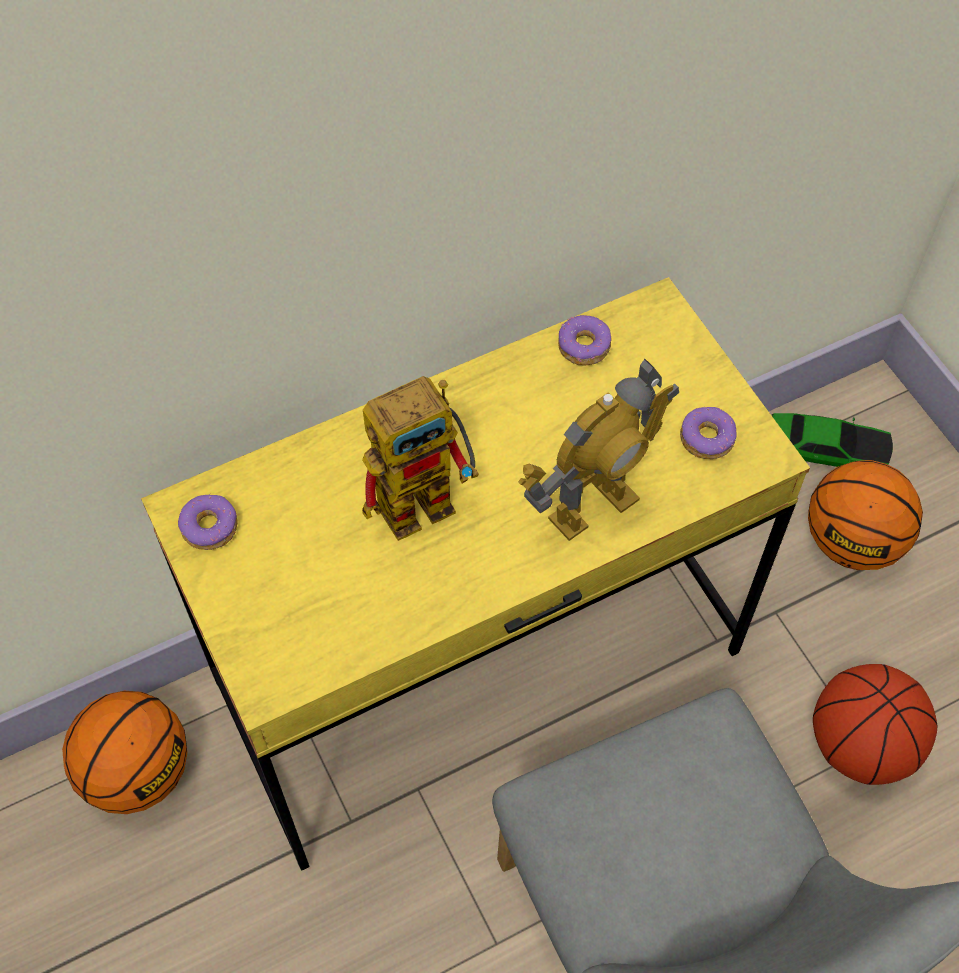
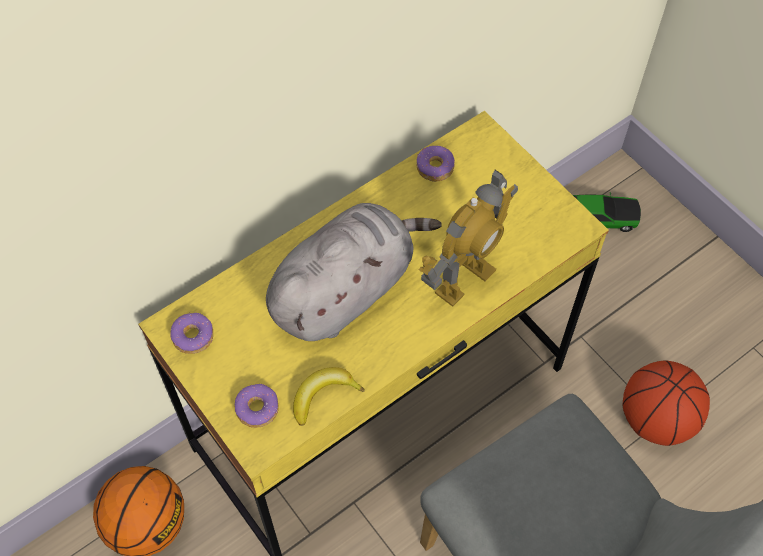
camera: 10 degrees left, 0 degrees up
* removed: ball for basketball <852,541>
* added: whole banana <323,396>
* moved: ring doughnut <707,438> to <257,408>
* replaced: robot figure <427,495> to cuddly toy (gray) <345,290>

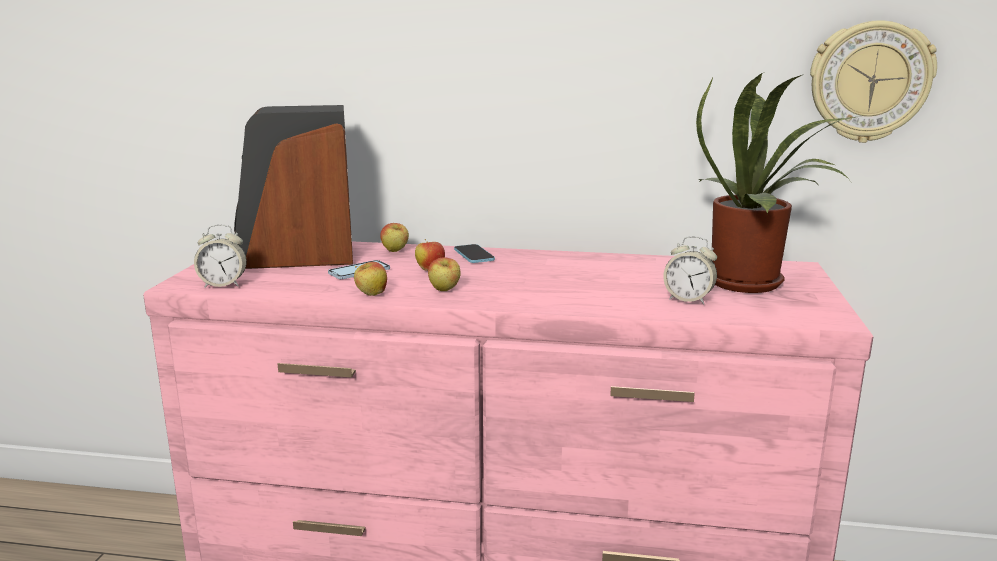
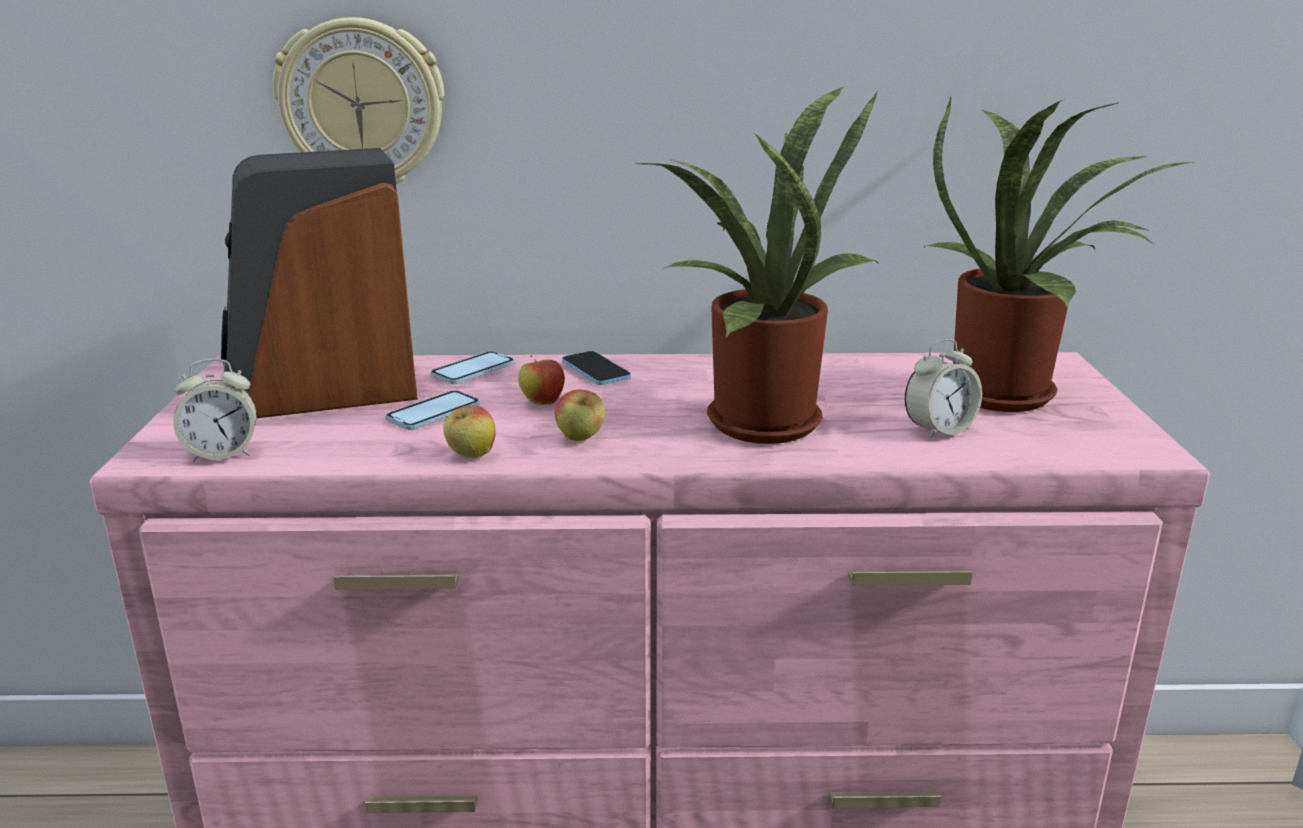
camera: 10 degrees left, 5 degrees up
* added: plant in a pot <755,419>
* moved: clock on the wall <869,82> to <362,106>
* replaced: apple fruit <395,251> to phone <473,370>
* turned: alarm clock <688,299> = <939,430> 45 degrees counterclockwise

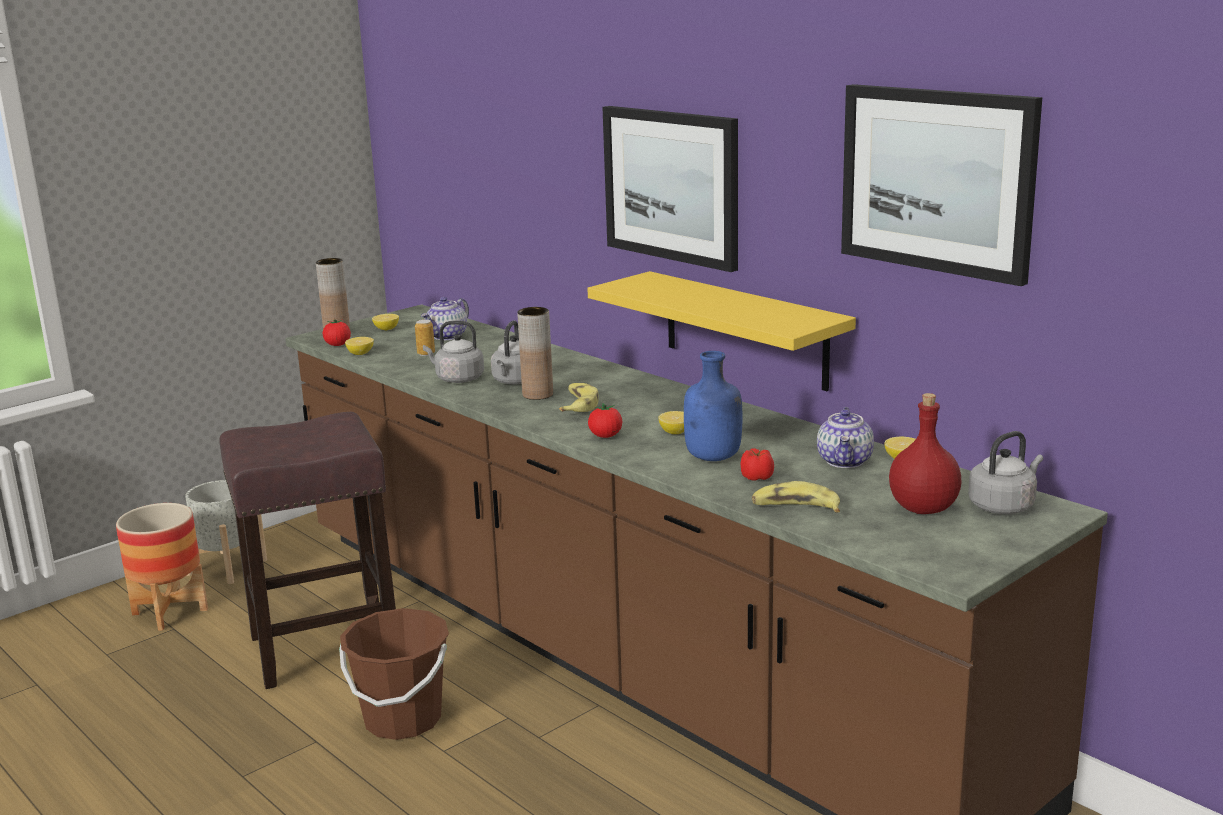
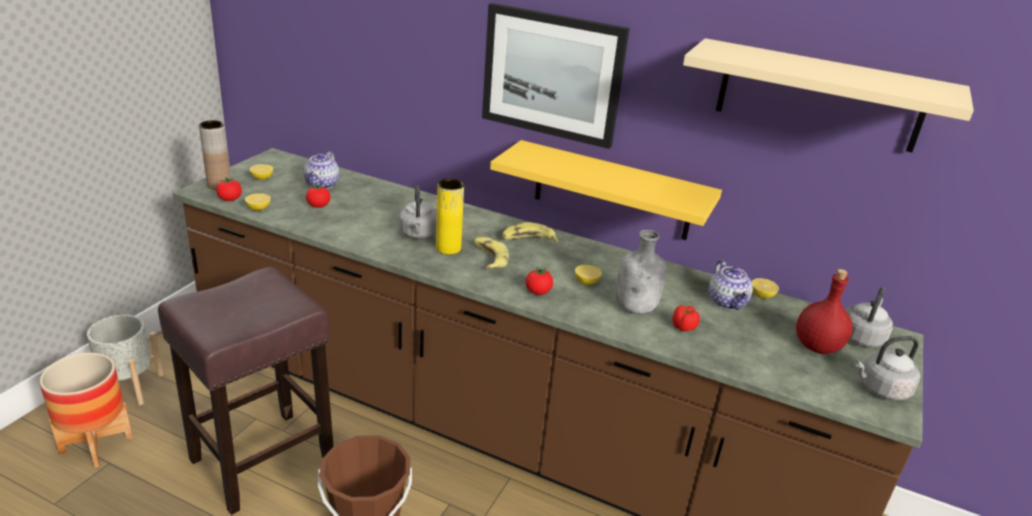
camera: 25 degrees left, 10 degrees up
* moved: water kettle (gray) <457,379> to <881,389>
* moved: whole banana <795,508> to <528,240>
* replaced: sealed can <426,354> to whole tomato <318,206>
* replaced: wall picture <937,180> to wall shelf (beige-coloured) <819,96>
* recoloured: decorative vase (brown-coloured) <537,395> to decorative vase (yellow-coloured) <448,248>
* recoloured: beverage bottle (blue) <714,458> to beverage bottle (gray) <636,308>

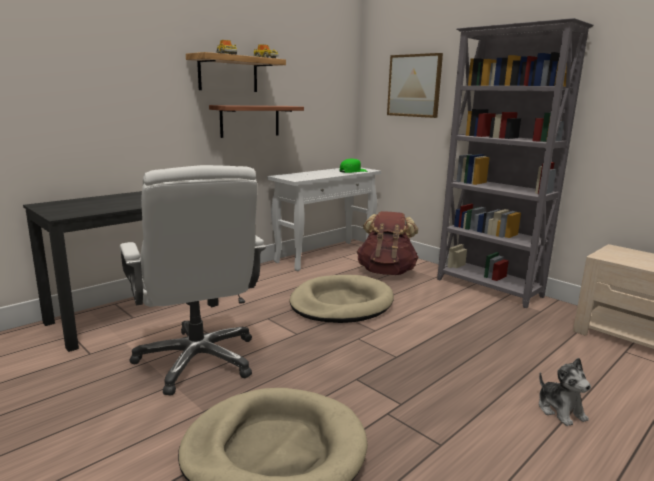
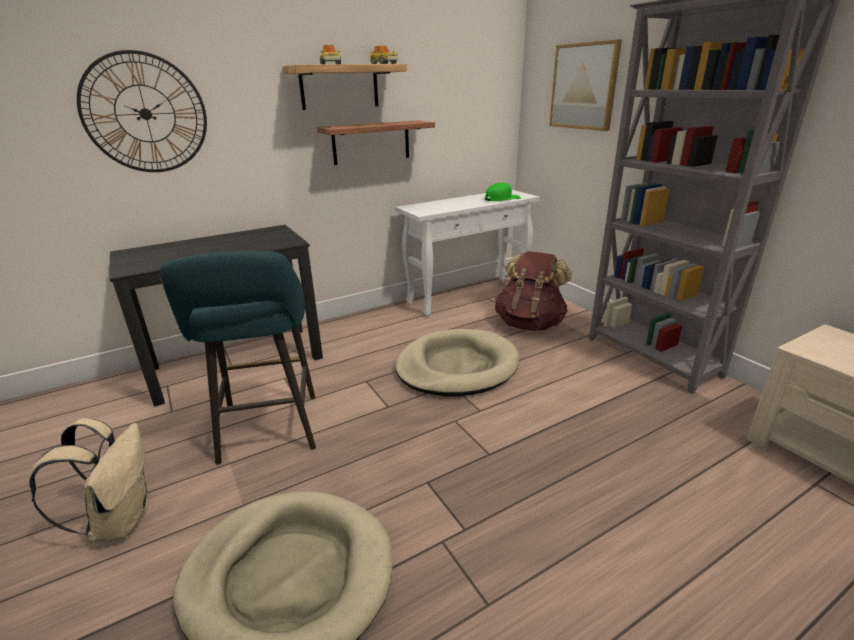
camera: 15 degrees right, 10 degrees up
* removed: cuddly toy <560,410>
* added: backpack (beige-coloured) <120,521>
* added: clock on the wall <145,114>
* replaced: office chair (whitish) <198,360> to sitting stool (turquoise-coloured) <269,432>

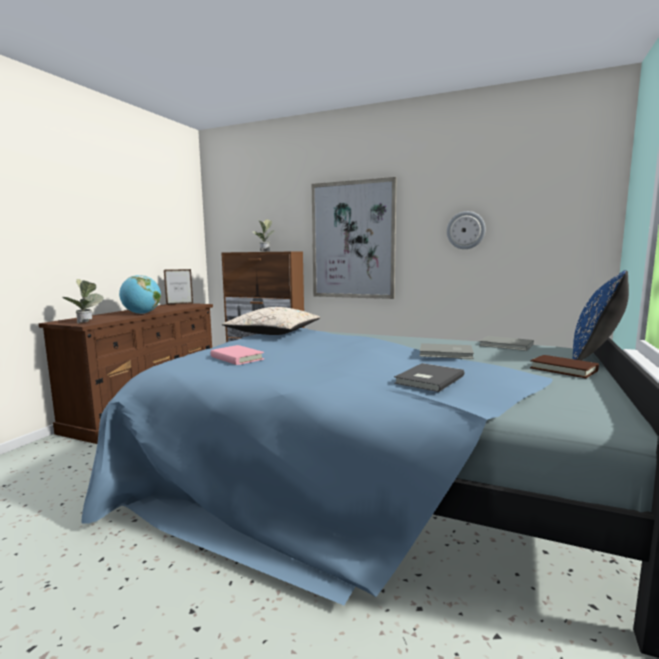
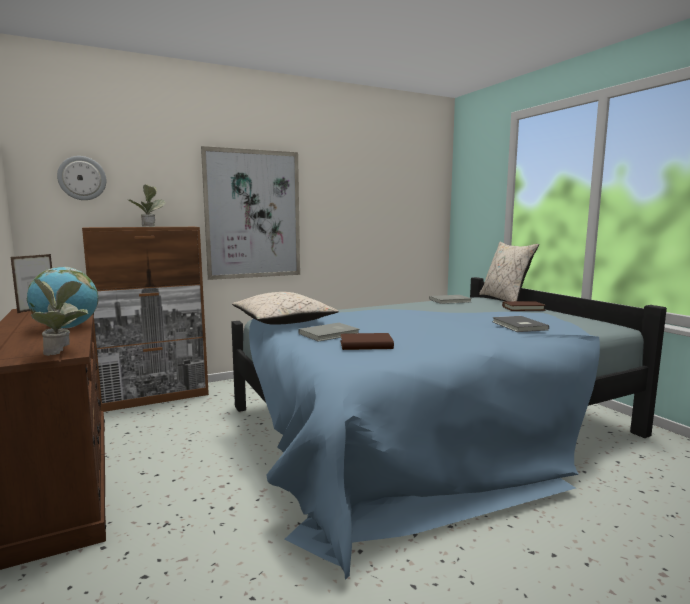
camera: 50 degrees left, 0 degrees up
* moved: volume (gray) <446,353> to <330,334>
* moved: clock on the wall <465,230> to <82,178>
* recoloured: volume (pink-coloured) <237,358> to volume (brown-coloured) <366,345>
* recoloured: cushion (blue) <597,357> to cushion (beige-coloured) <505,299>

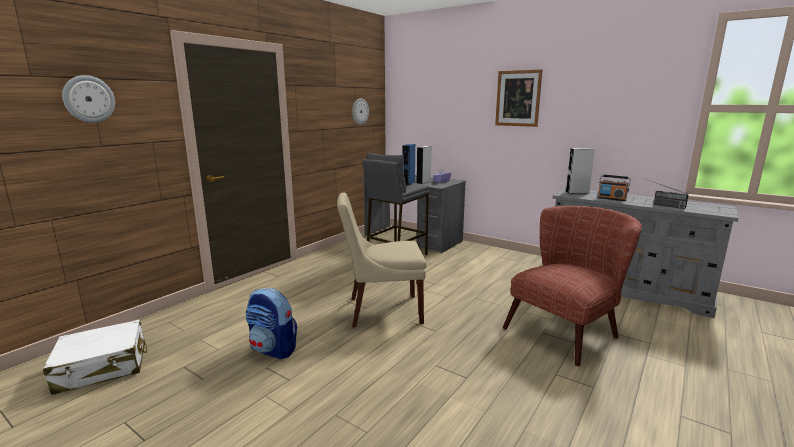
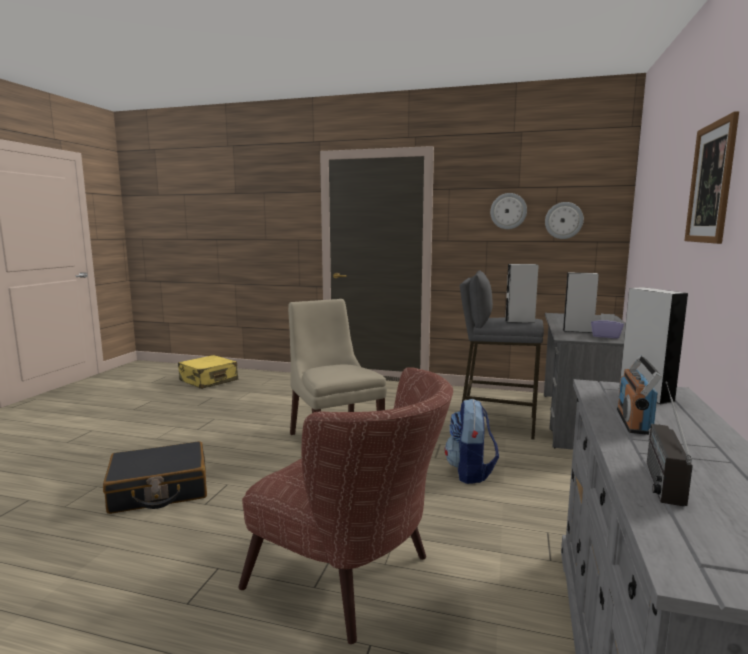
camera: 70 degrees right, 5 degrees down
* added: piece of luggage (black) <159,490>
* moved: clock on the wall <89,99> to <508,211>
* moved: backpack <273,349> to <470,472>
* recoloured: piece of luggage (whitish) <102,367> to piece of luggage (yellow-coloured) <208,381>
* recoloured: loudspeaker (blue) <408,183> to loudspeaker (gray) <519,321>

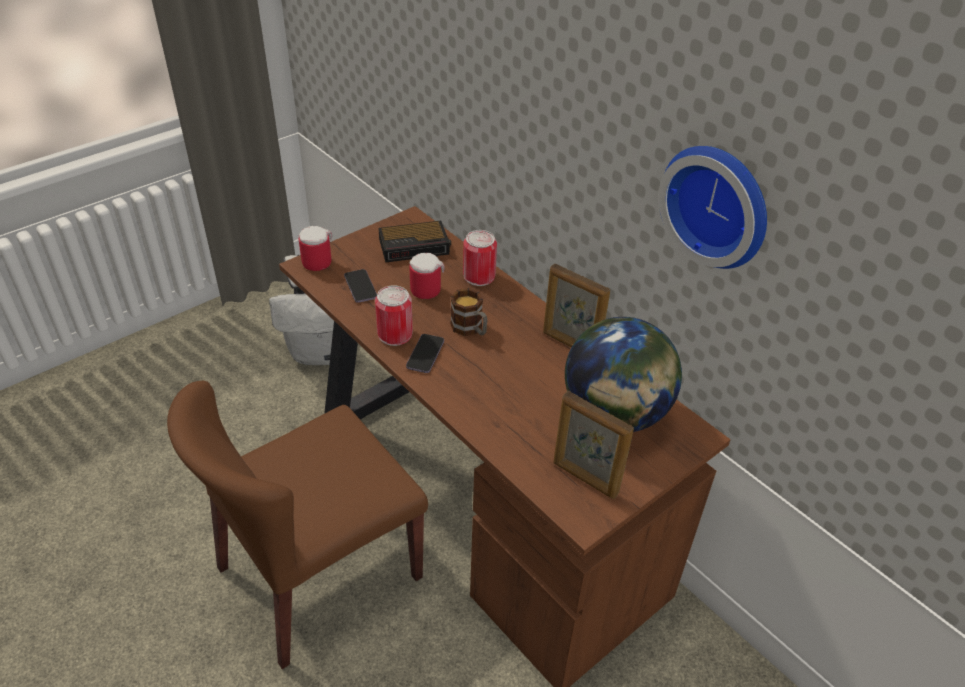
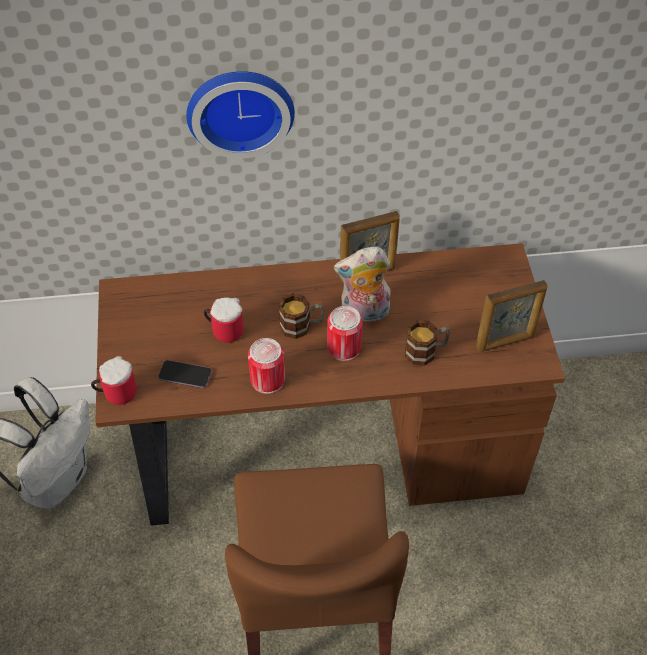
camera: 55 degrees left, 10 degrees up
* removed: alarm clock <415,246>
* removed: phone <425,354>
* removed: world globe <615,414>
* added: cuddly toy <364,313>
* added: mug <426,351>
* moved: sealed can <479,276> to <344,347>
* moved: clock on the wall <718,204> to <240,108>

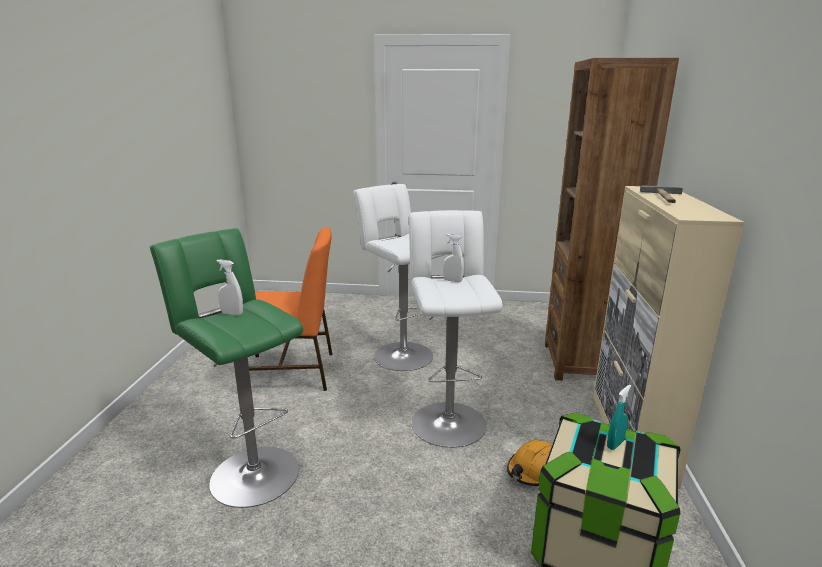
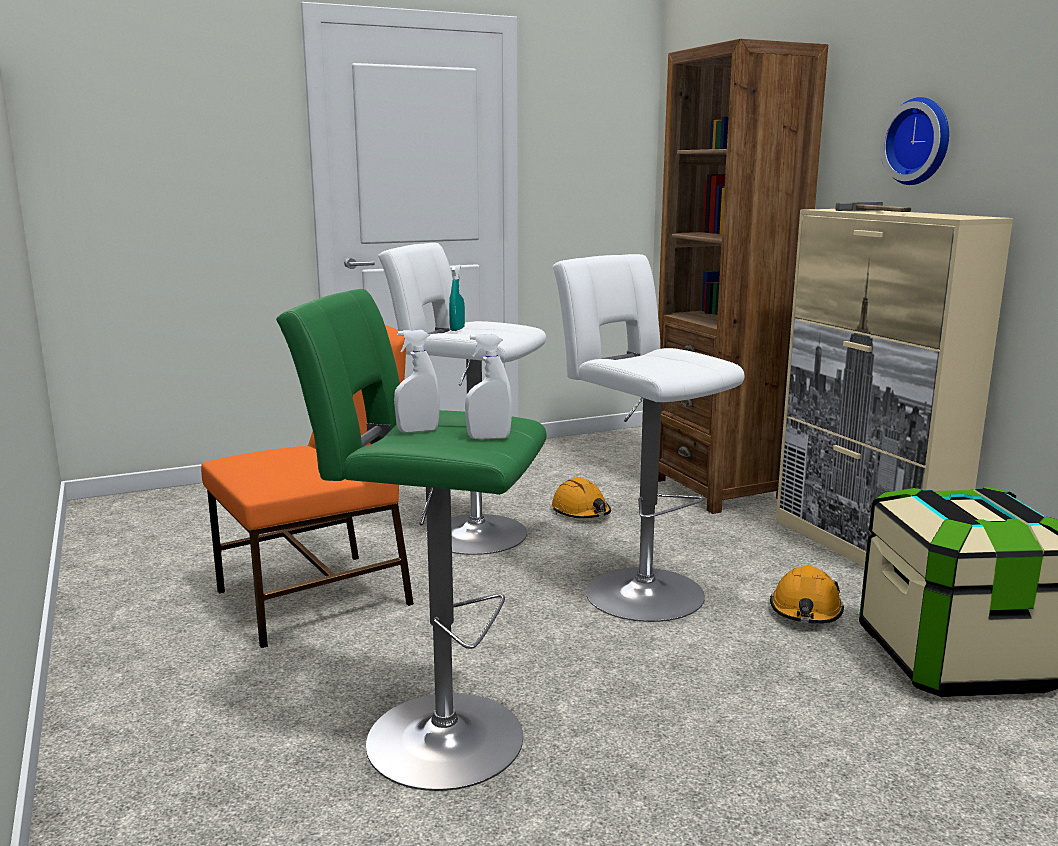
camera: 30 degrees left, 5 degrees down
* added: hard hat (orangey) <581,512>
* added: clock on the wall <920,141>
* moved: hand sprayer (whitish) <452,280> to <488,438>
* moved: hand sprayer (turquoise-coloured) <615,444> to <457,329>

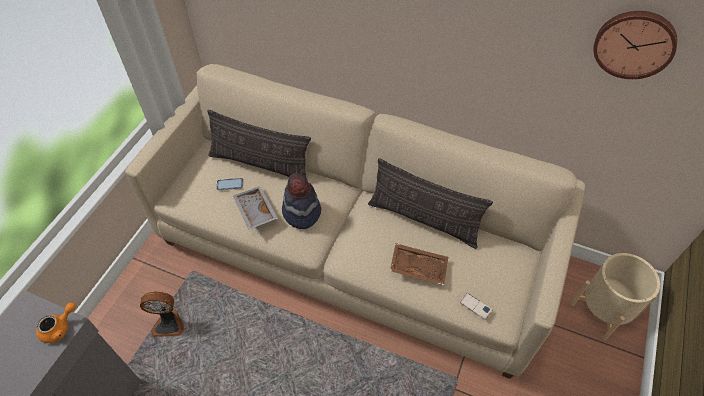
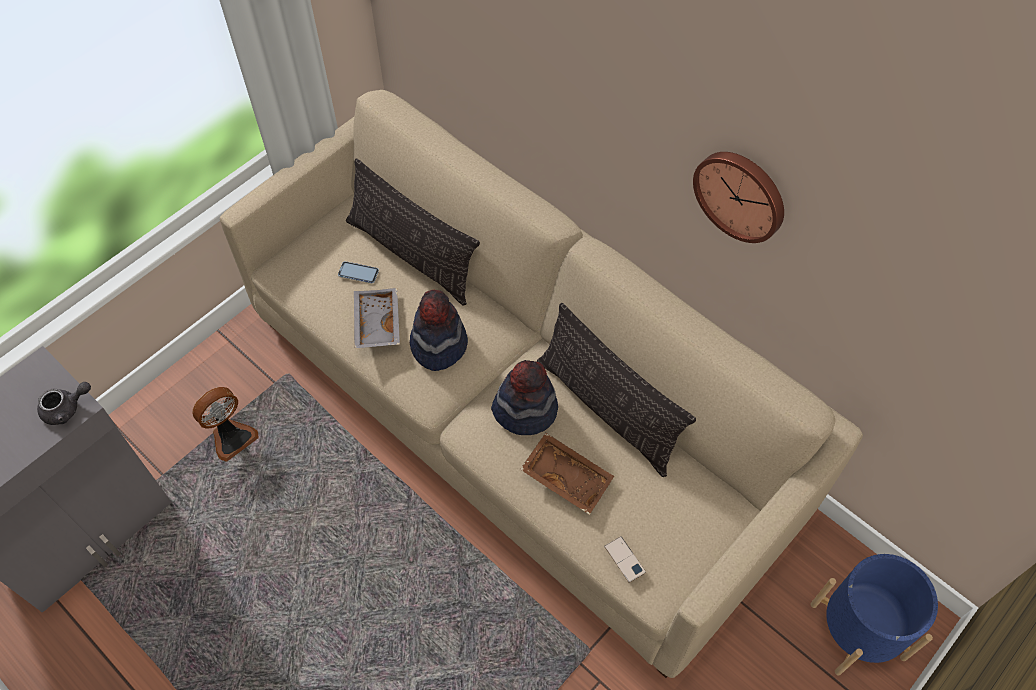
camera: 20 degrees right, 5 degrees up
* added: wearable hat <525,410>
* moved: clock on the wall <634,43> to <741,194>
* recoloured: teapot (orangey) <59,328> to teapot (gray) <66,409>
* recoloured: plant pot (beige-coloured) <603,310> to plant pot (blue) <857,631>
* turned: fan <169,323> = <232,437> 60 degrees counterclockwise

